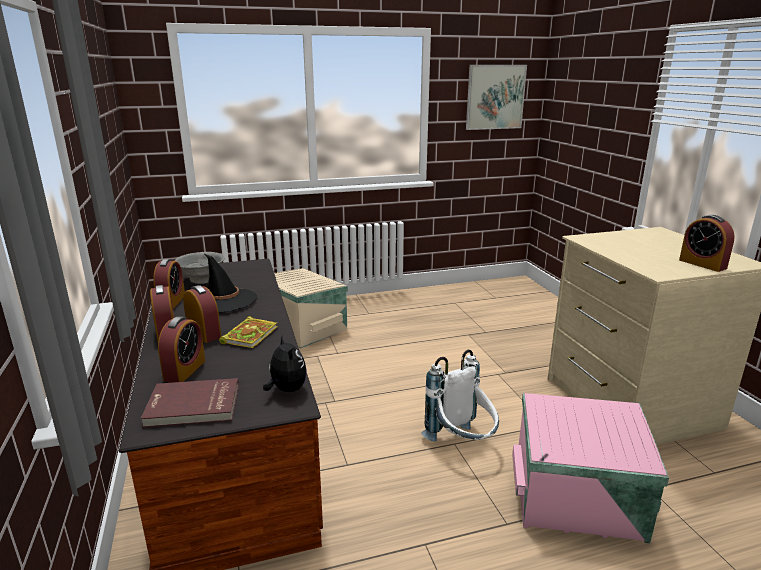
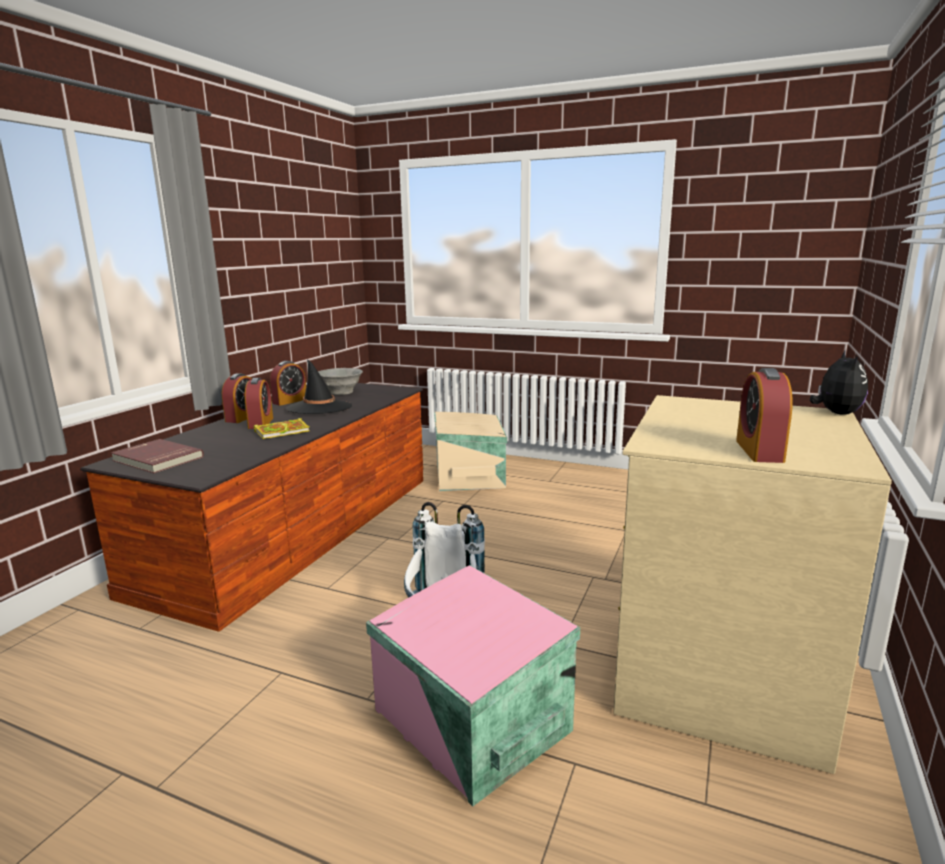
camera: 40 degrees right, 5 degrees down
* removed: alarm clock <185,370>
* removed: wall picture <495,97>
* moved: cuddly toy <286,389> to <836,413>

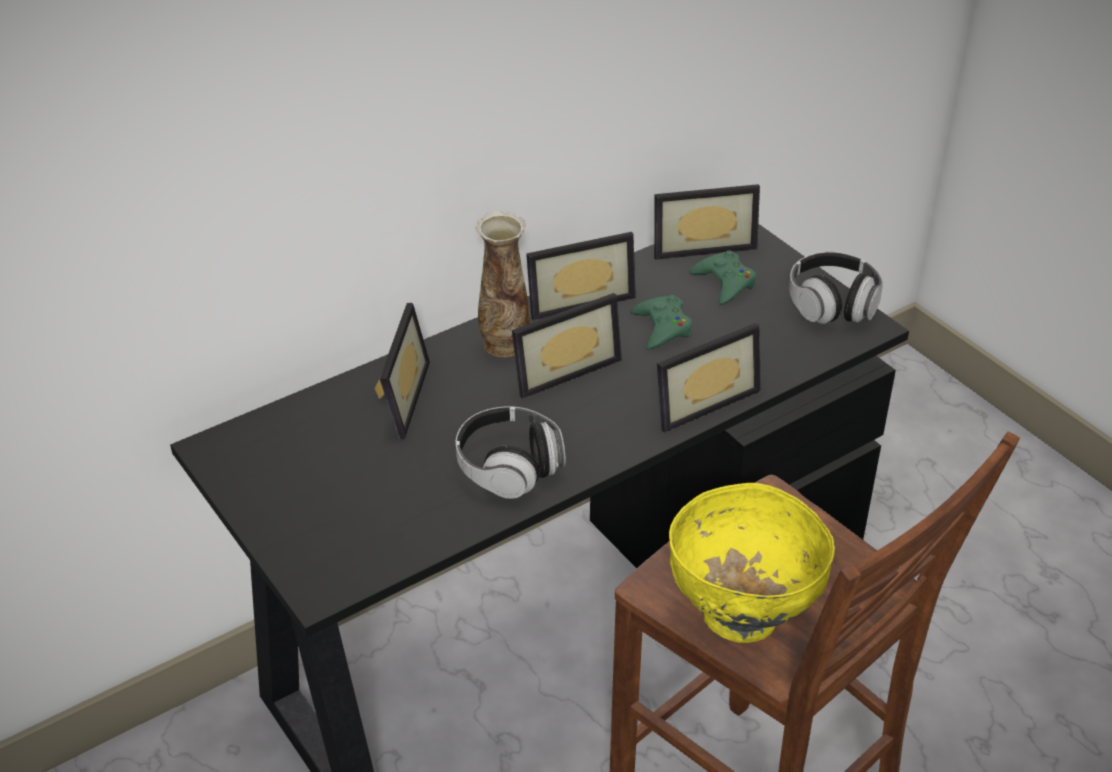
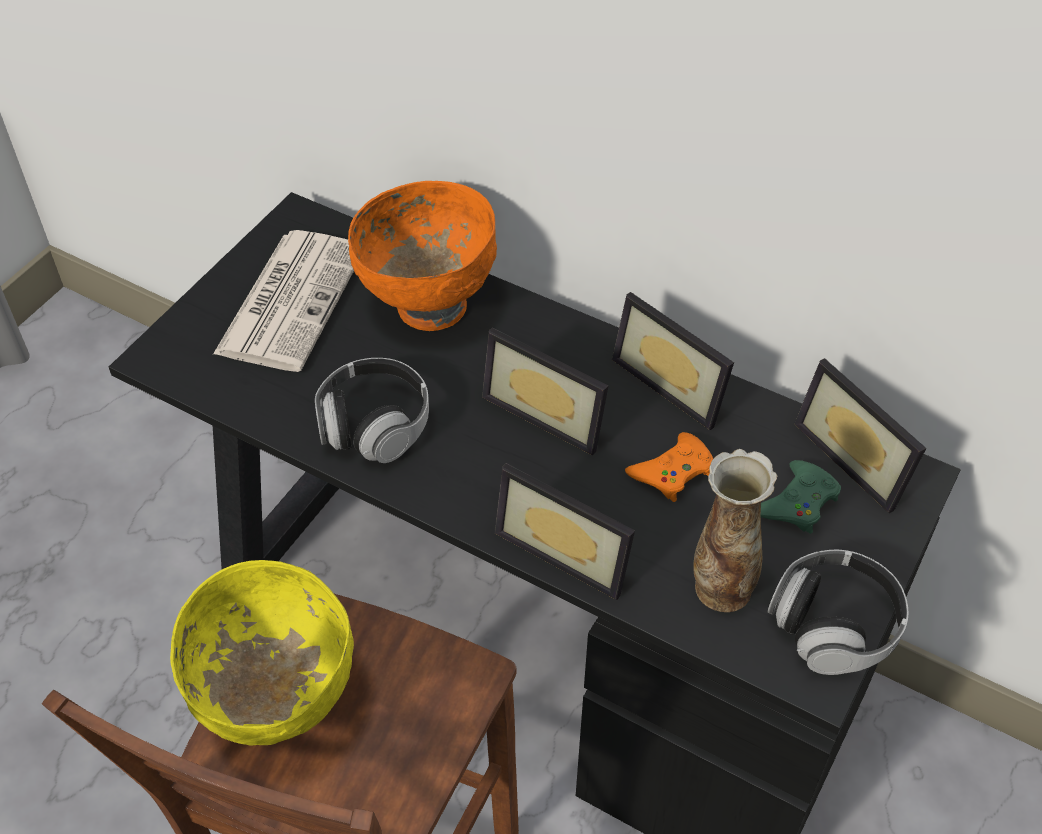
camera: 65 degrees right, 10 degrees up
* added: newspaper <291,299>
* moved: decorative vase <504,344> to <721,589>
* replaced: picture frame <395,398> to bowl (orangey) <429,305>
* recoloured: game controller (green) <662,328> to game controller (orangey) <673,472>

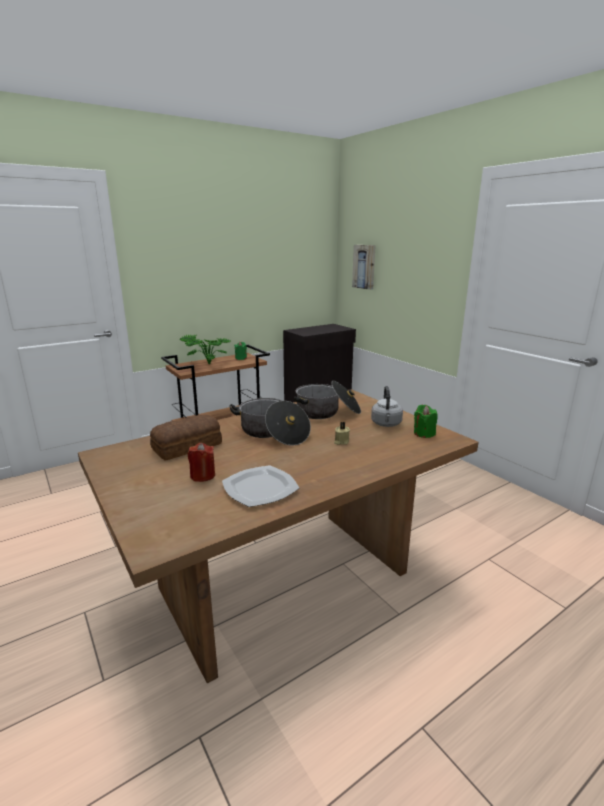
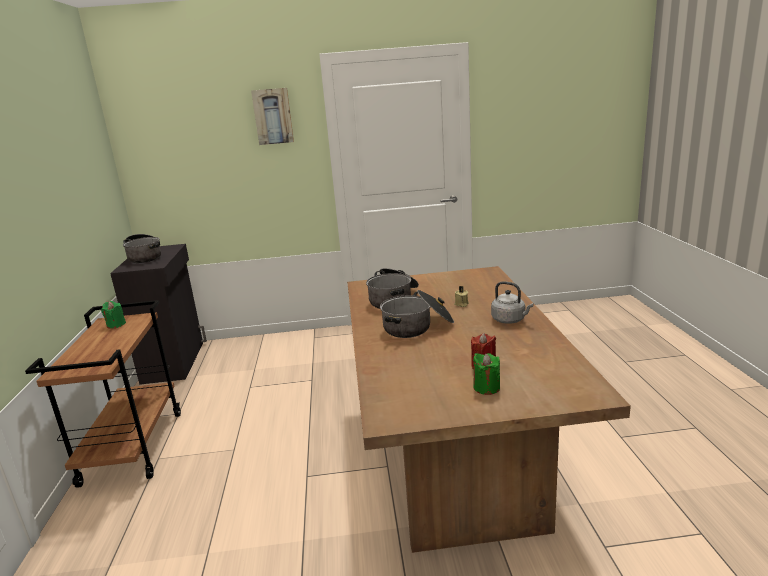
camera: 60 degrees left, 0 degrees up
* removed: baked bread <188,447>
* removed: plant in a pot <206,364>
* removed: plate <260,488>
* added: stockpot <145,257>
* moved: wall picture <364,266> to <273,116>
* moved: water kettle (gray) <386,424> to <510,320>
* moved: candle (green) <424,433> to <486,388>

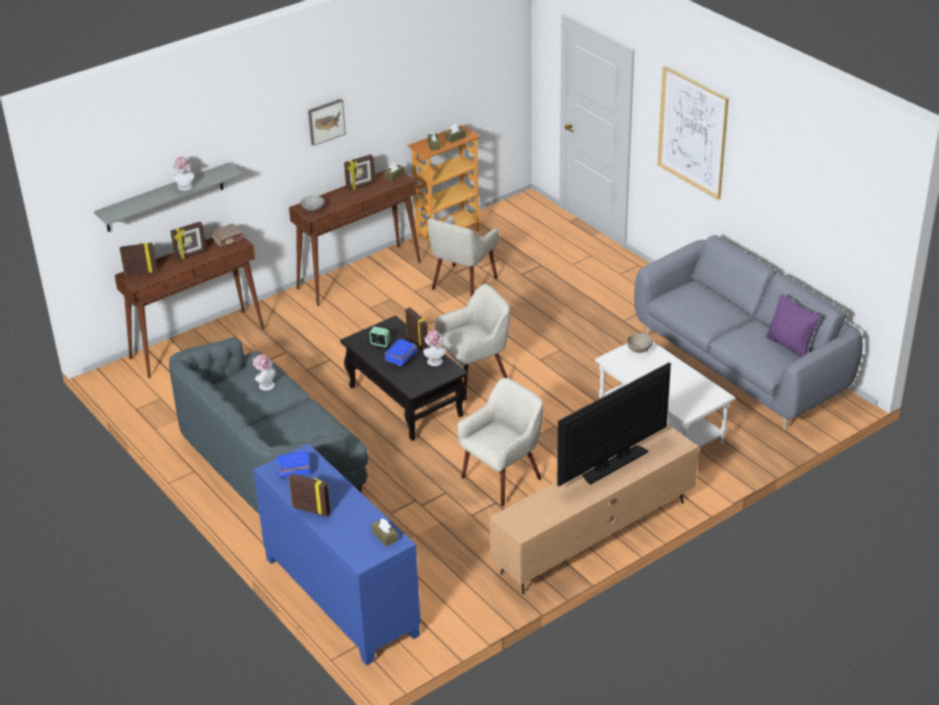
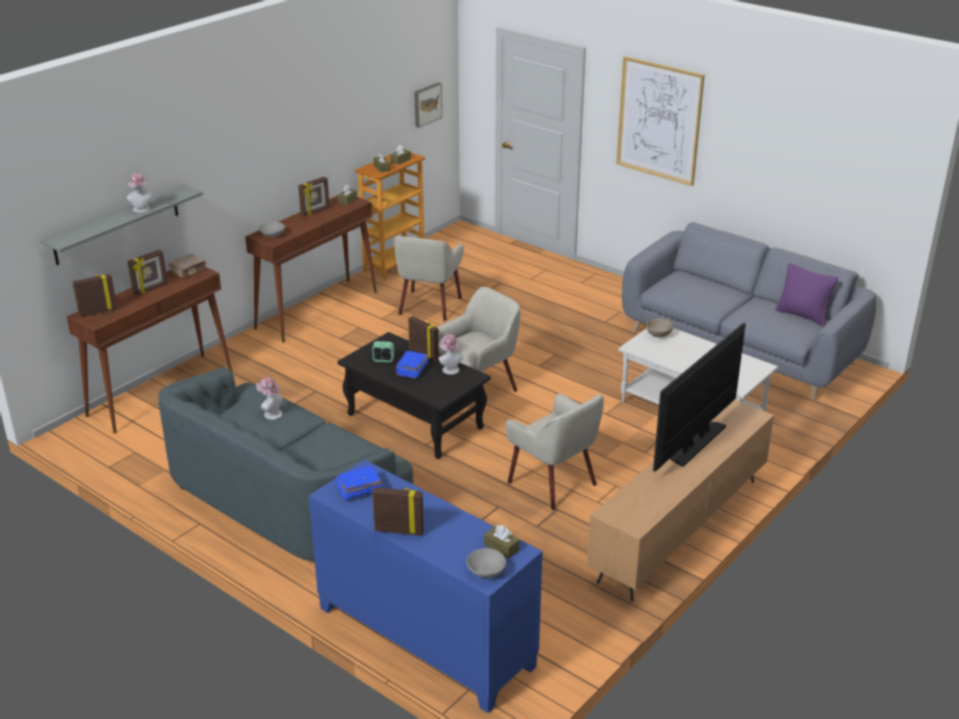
camera: 15 degrees left, 5 degrees down
* added: bowl (gray) <486,571>
* moved: wall picture <325,121> to <426,104>
* turned: lounge chair (beige-coloured) <503,478> = <553,483> 105 degrees clockwise

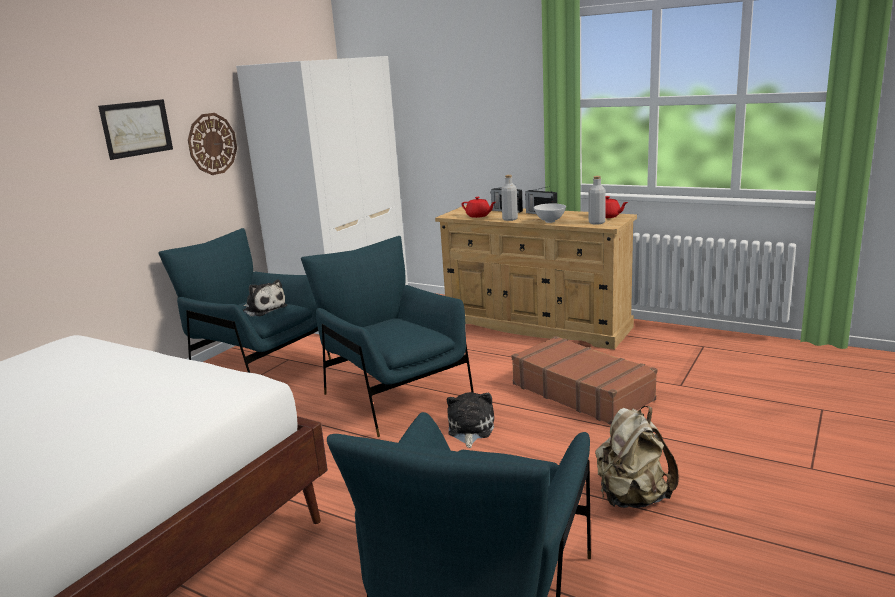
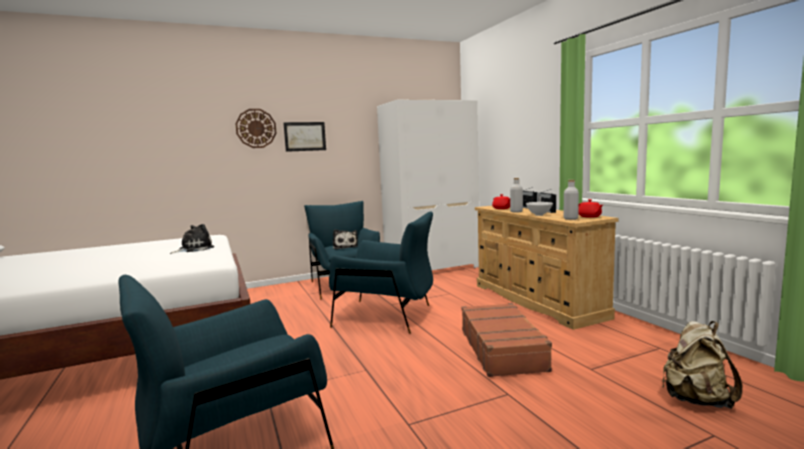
camera: 35 degrees right, 10 degrees down
* moved: clock on the wall <212,144> to <256,128>
* moved: cuddly toy <470,430> to <194,249>
* moved: backpack (beige-coloured) <632,498> to <696,399>
* turned: lounge chair (blue) <395,395> = <386,316> 105 degrees clockwise

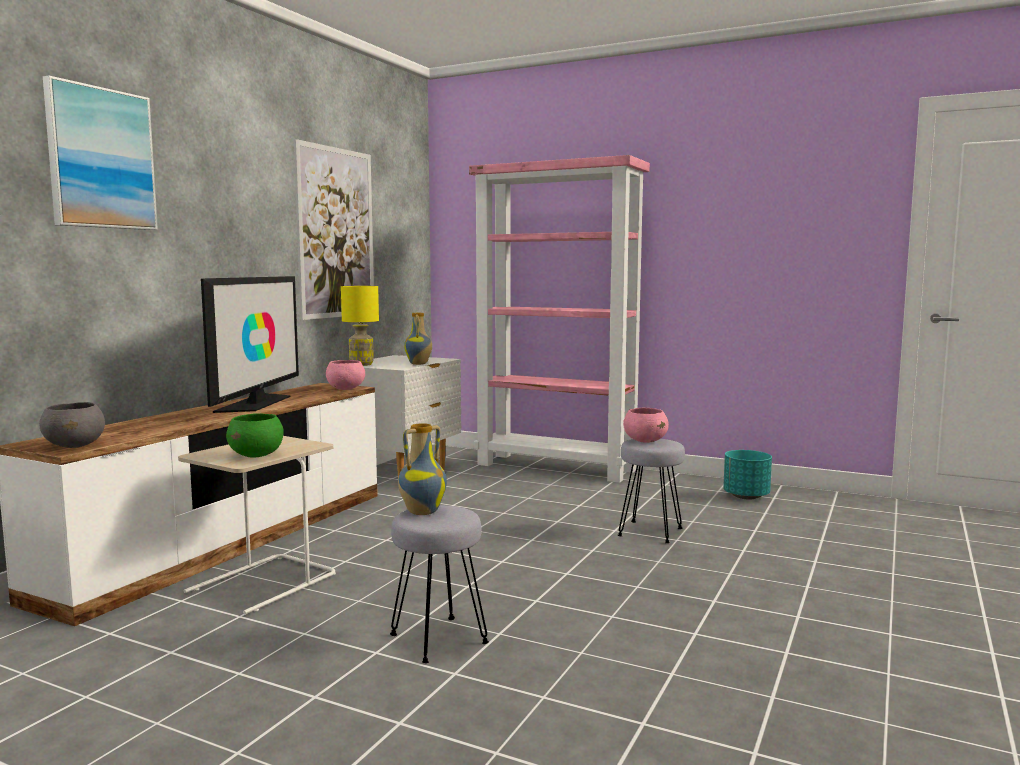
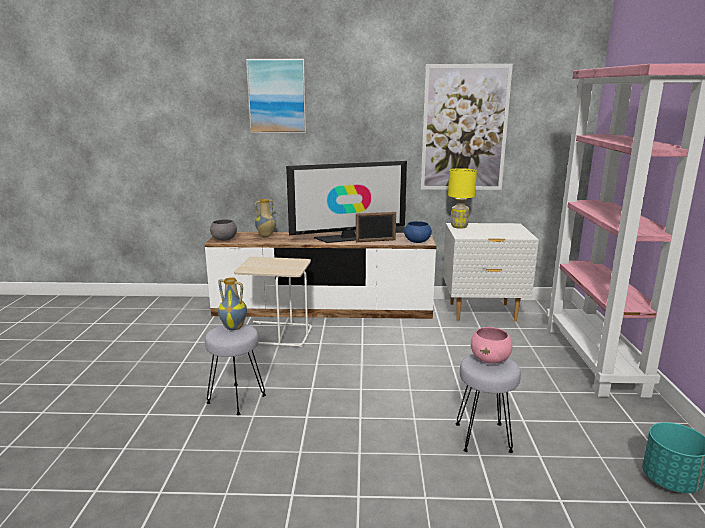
camera: 65 degrees right, 10 degrees up
* removed: bowl (green) <257,455>
* added: picture frame <375,241>
* moved: decorative vase <419,364> to <266,236>
* recoloured: bowl (pink-coloured) <345,389> to bowl (blue) <417,242>

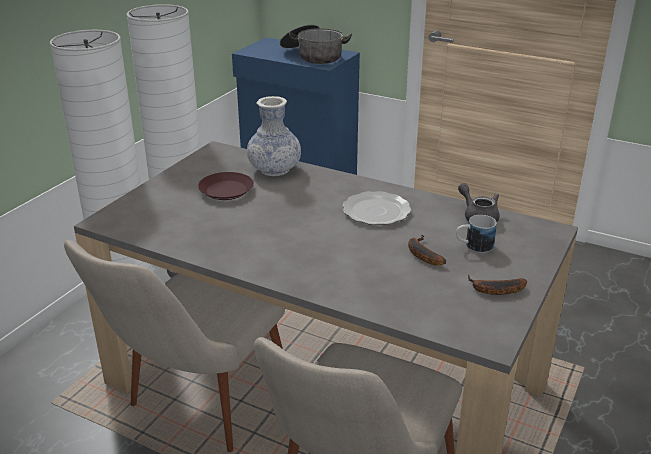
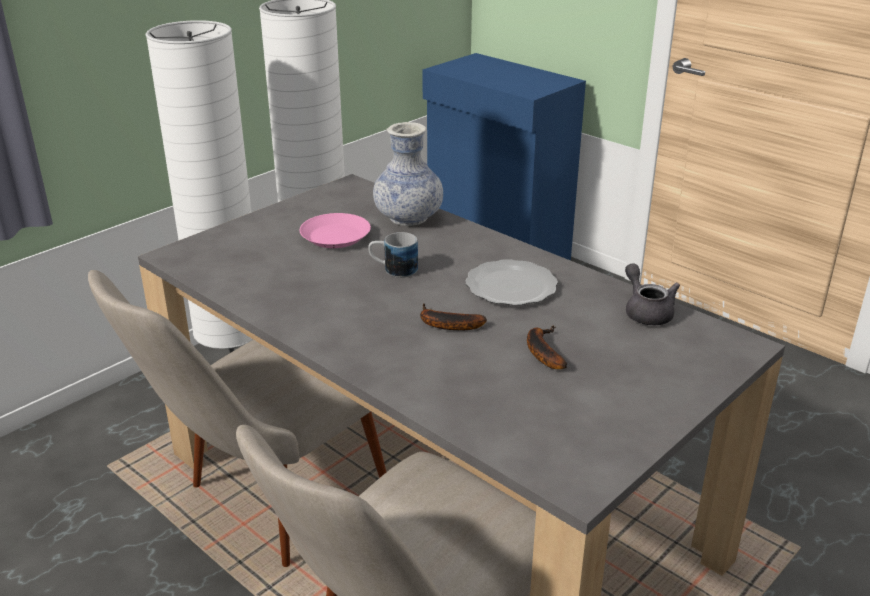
camera: 15 degrees right, 0 degrees up
* removed: stockpot <313,56>
* moved: mug <473,246> to <393,270>
* moved: whole banana <494,290> to <446,325>
* recoloured: plate (brown-coloured) <226,190> to plate (pink-coloured) <336,236>

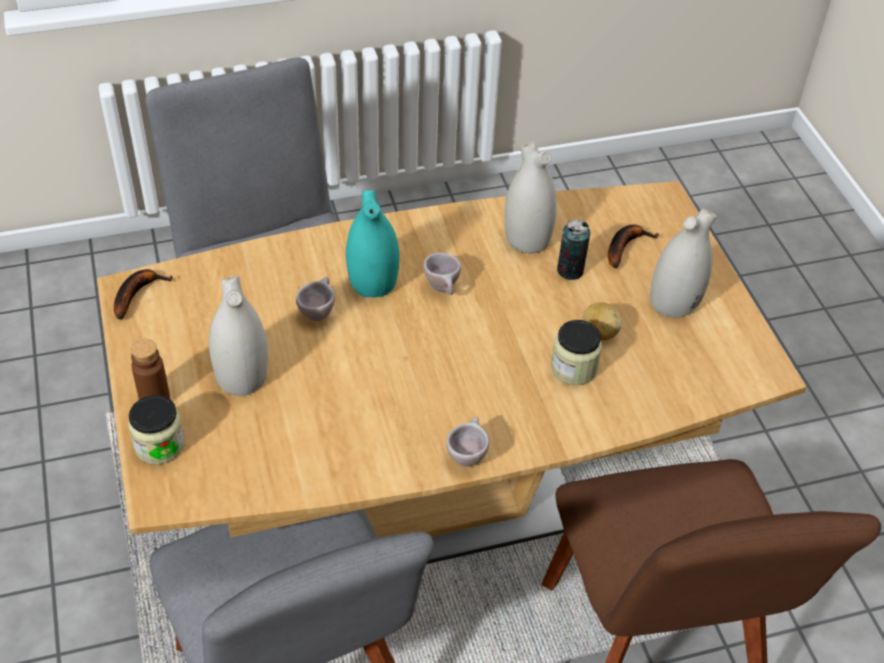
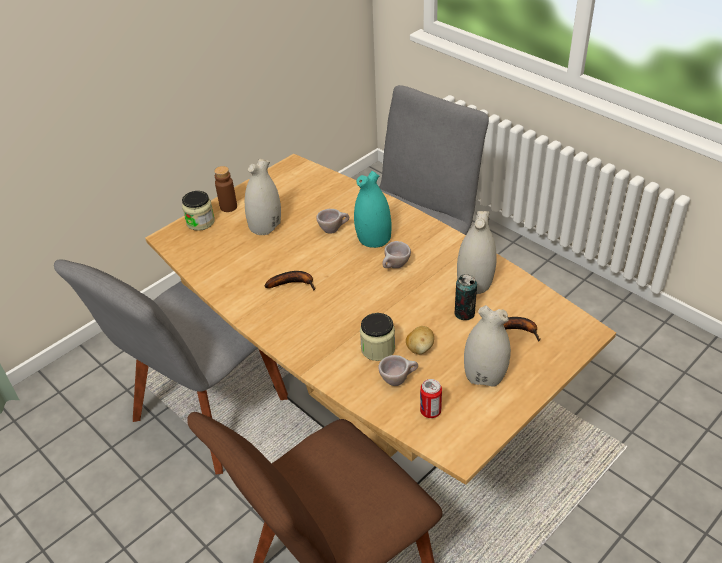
camera: 65 degrees right, 5 degrees down
* added: sealed can <430,411>
* moved: whole banana <137,294> to <293,283>
* moved: cup (beige-coloured) <467,454> to <398,379>

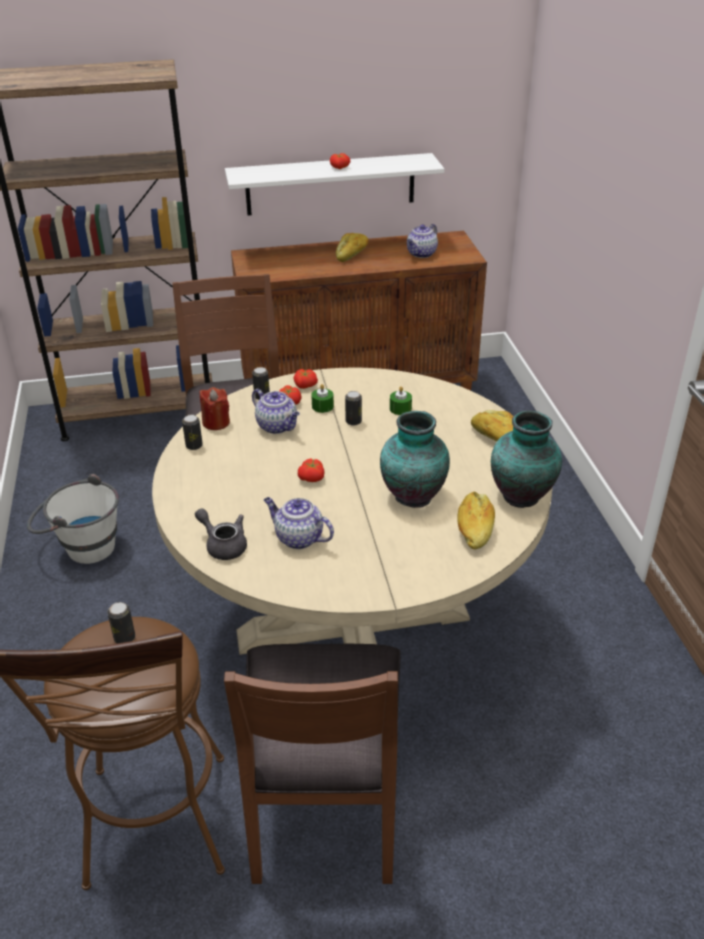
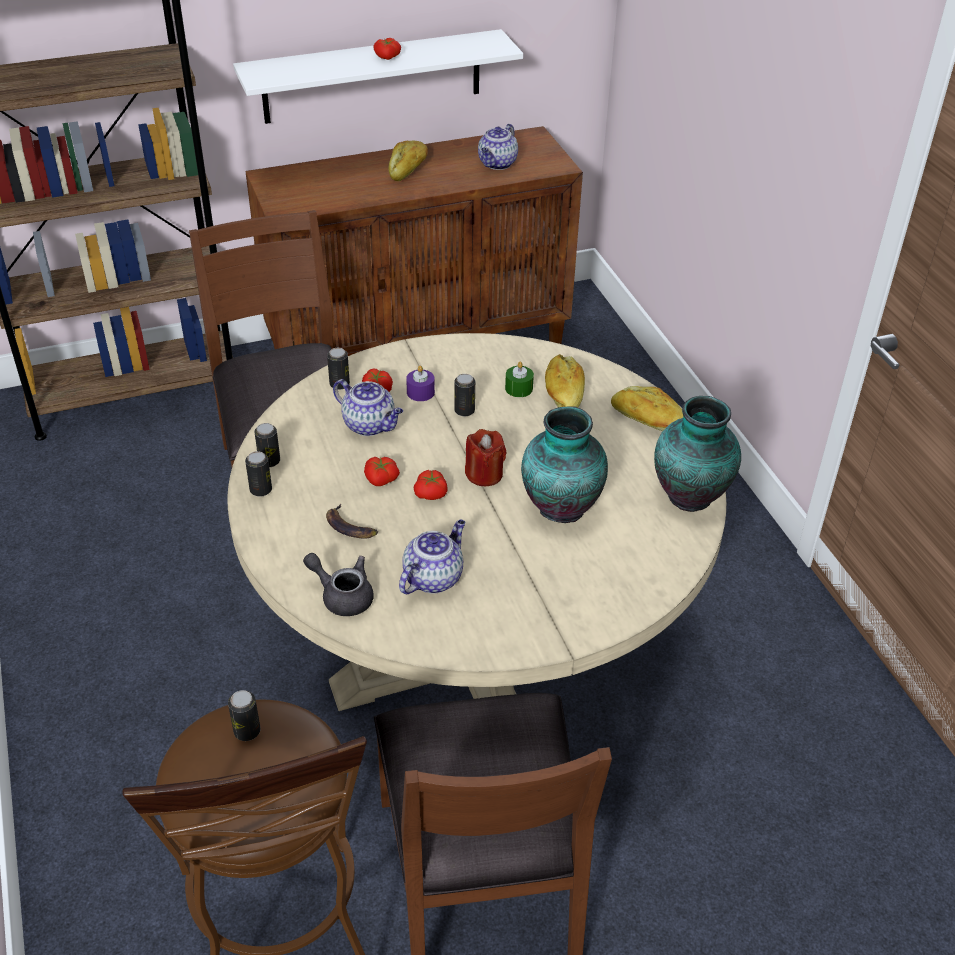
camera: 10 degrees left, 5 degrees up
* removed: bucket (whitish) <81,546>
* added: sealed can <261,490>
* added: whole banana <350,527>
* moved: candle (red) <216,422> to <484,474>
* moved: whole tomato <305,386> to <381,480>
* moved: baked bread <474,528> to <563,393>
* recoloured: candle (green) <322,406> to candle (purplish) <420,392>
* turned: teapot <298,538> = <433,577> 105 degrees clockwise

